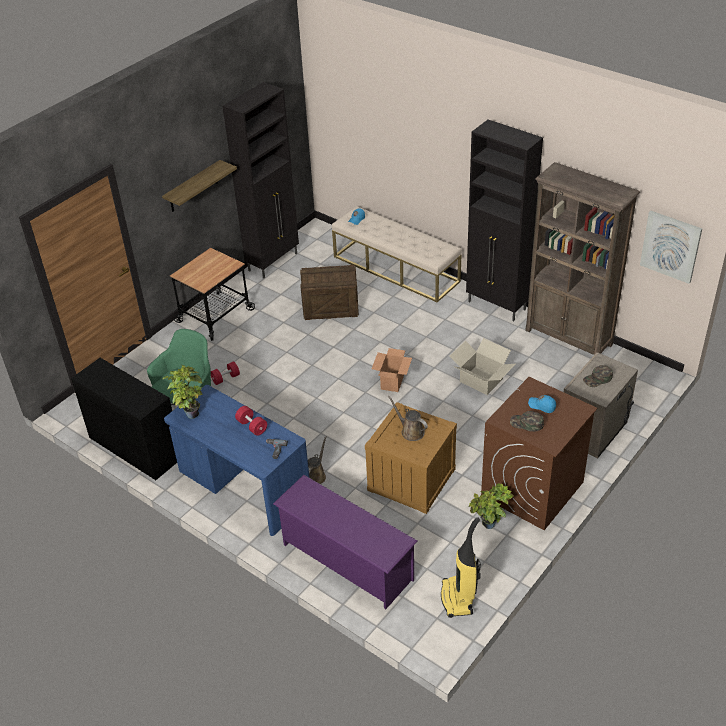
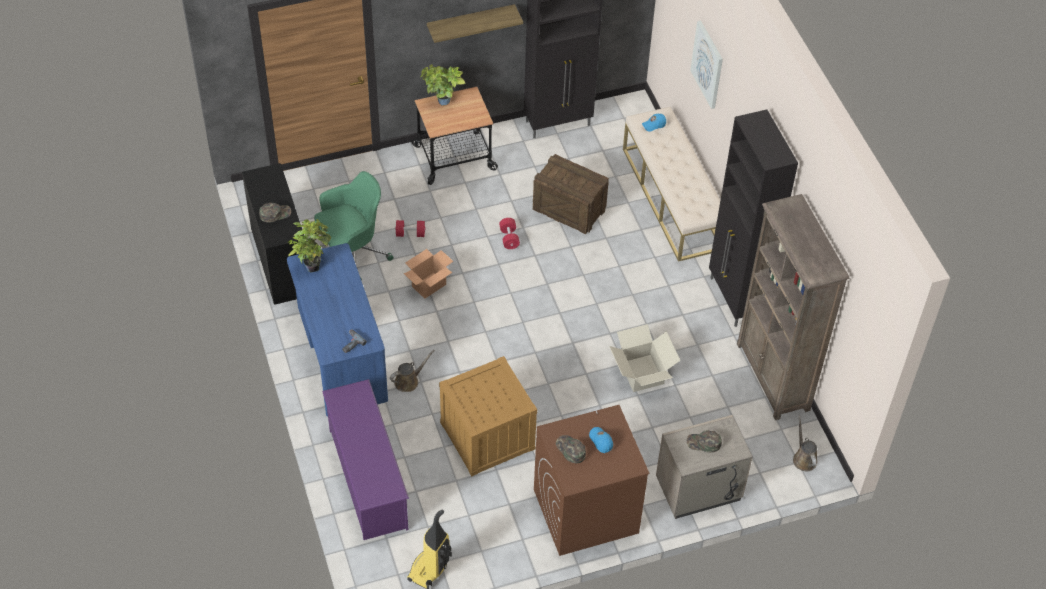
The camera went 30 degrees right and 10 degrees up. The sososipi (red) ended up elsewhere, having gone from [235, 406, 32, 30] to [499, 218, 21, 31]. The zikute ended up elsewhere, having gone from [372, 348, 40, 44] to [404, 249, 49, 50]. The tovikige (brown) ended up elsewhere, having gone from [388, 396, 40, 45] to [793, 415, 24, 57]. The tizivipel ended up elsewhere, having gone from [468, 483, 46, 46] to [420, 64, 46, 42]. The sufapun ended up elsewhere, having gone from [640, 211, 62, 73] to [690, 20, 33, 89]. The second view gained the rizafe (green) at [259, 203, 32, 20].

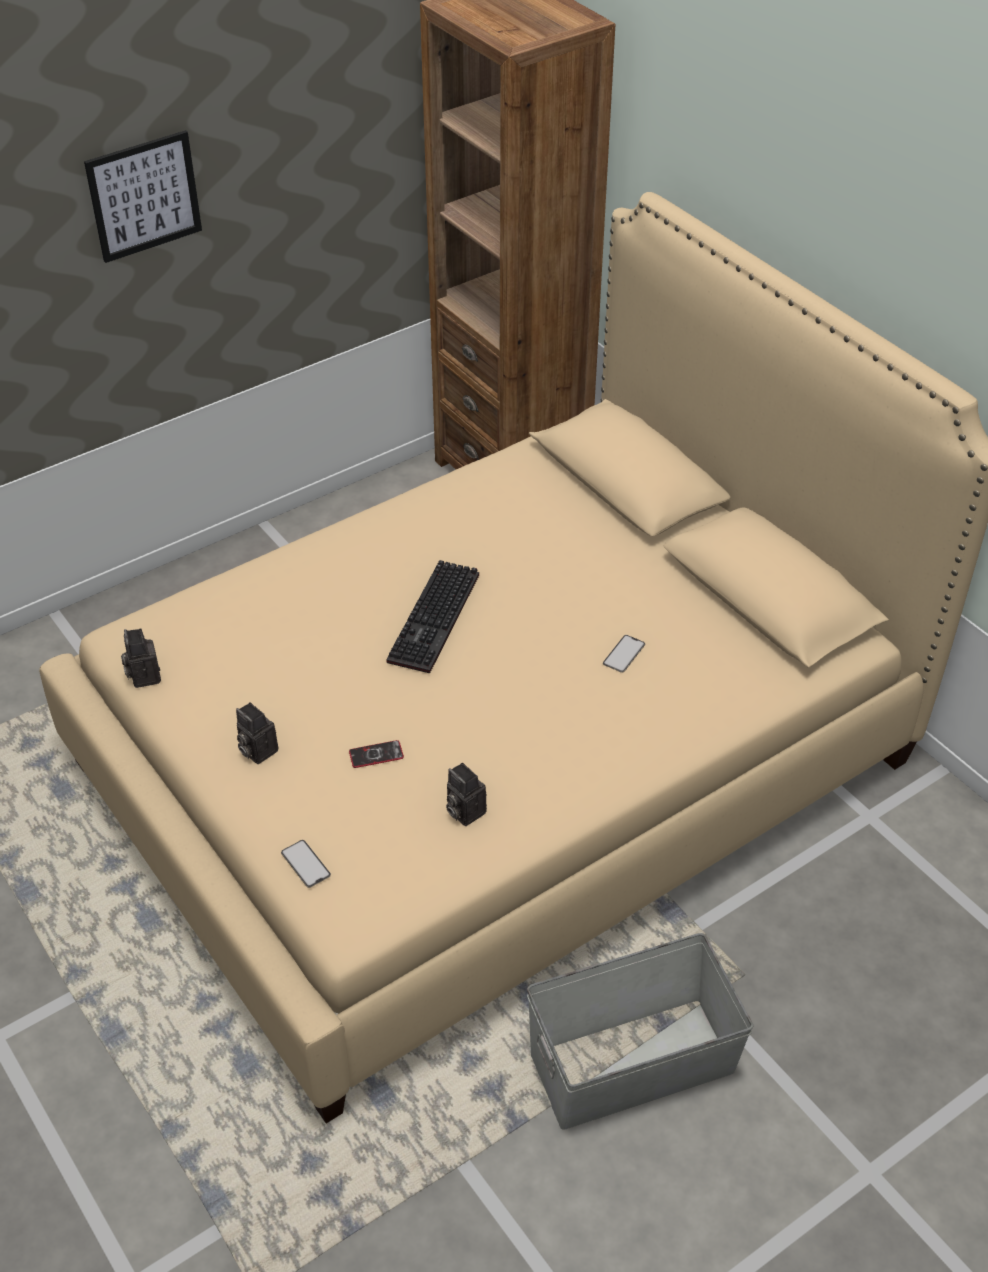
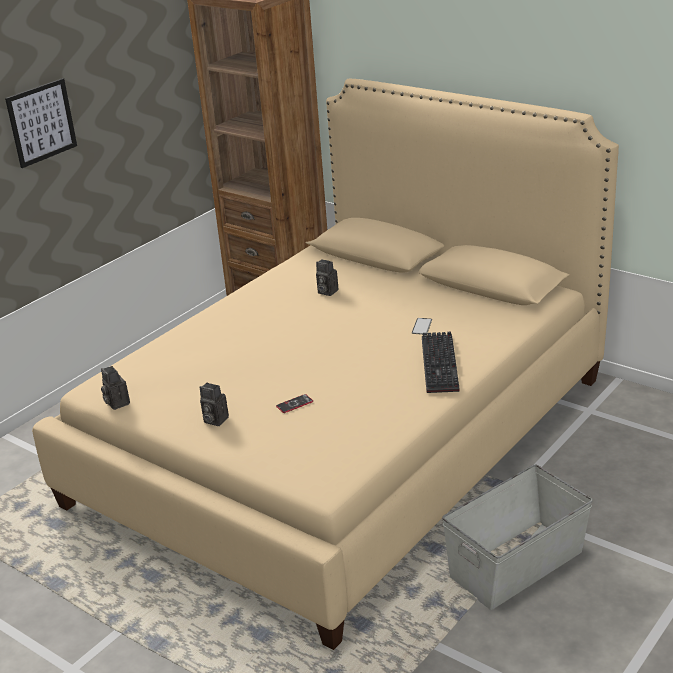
The camera went 15 degrees left and 15 degrees down. The second view lost the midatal at [281, 840, 50, 48]. The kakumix ended up elsewhere, having gone from [386, 560, 93, 113] to [422, 331, 38, 62]. The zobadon ended up elsewhere, having gone from [446, 763, 41, 63] to [316, 259, 22, 37].

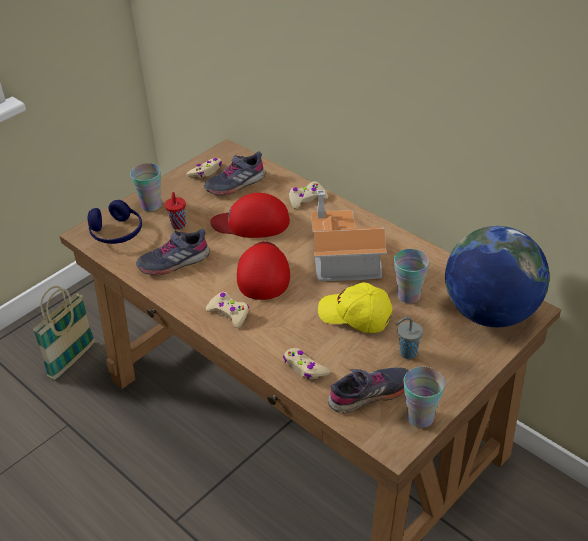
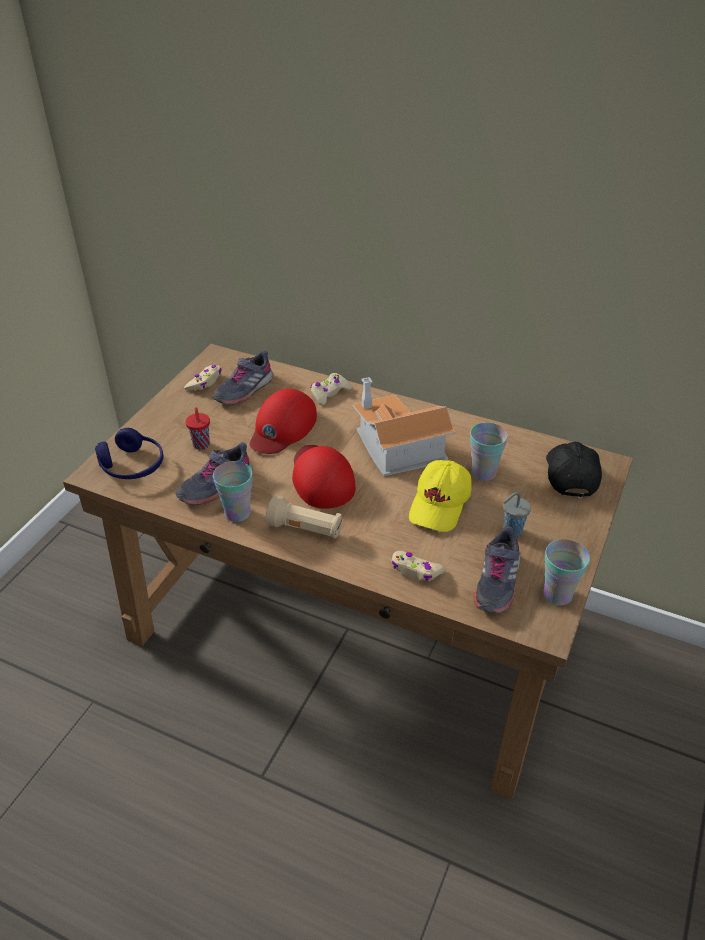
The camera went 20 degrees left and 0 degrees up. The second view lost the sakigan at [33, 286, 62, 94]. The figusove ended up elsewhere, having gone from [130, 163, 32, 48] to [213, 461, 40, 61]. Where the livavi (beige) stood at [206, 292, 43, 36], the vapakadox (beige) came to stand at [266, 496, 76, 42]. The rizafe (red) at [210, 193, 80, 45] ended up facing another way, 45 degrees counterclockwise from before. The rizafe (yellow) at [318, 282, 75, 51] ended up facing another way, 75 degrees counterclockwise from before. The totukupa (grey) at [328, 367, 81, 46] ended up facing another way, 150 degrees clockwise from before. Where the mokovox stood at [445, 226, 104, 101], the rizafe (black) came to stand at [546, 442, 56, 56].

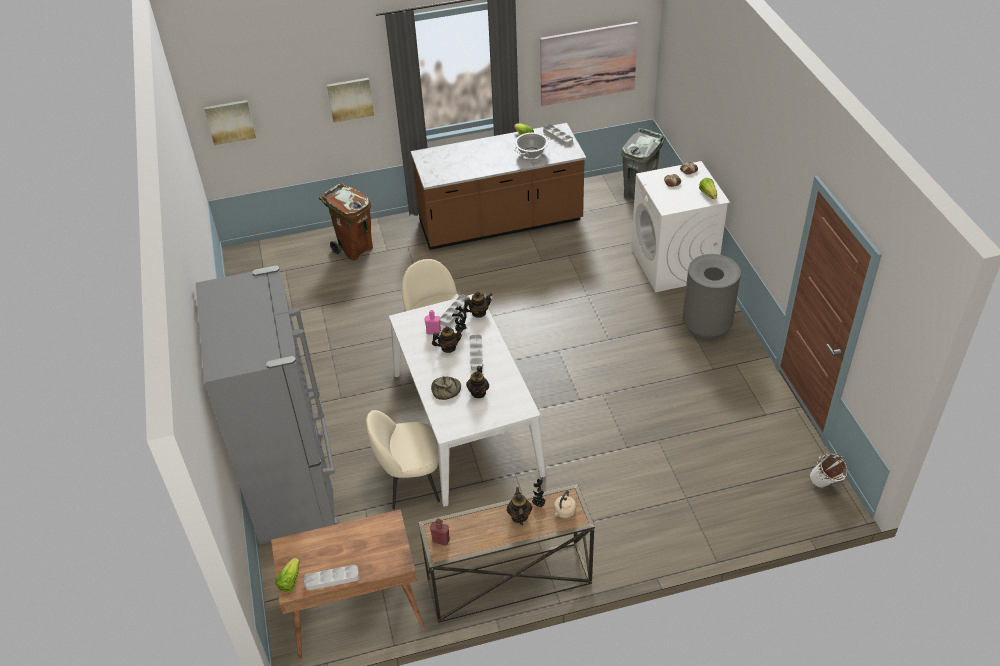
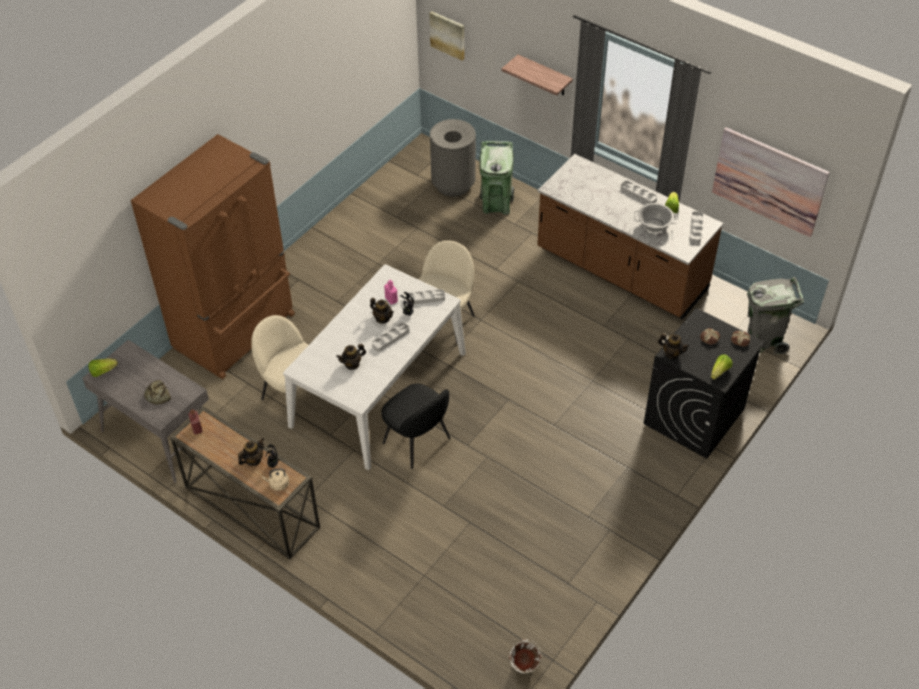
The camera went 50 degrees right and 5 degrees up. What was the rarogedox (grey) at [196, 265, 143, 280] turned into the rarogedox (brown) at [131, 134, 164, 245]. What was the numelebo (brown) at [271, 509, 154, 151] turned into the numelebo (grey) at [82, 340, 127, 143]. The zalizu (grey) ended up elsewhere, having gone from [304, 565, 55, 25] to [621, 181, 36, 23]. What was the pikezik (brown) at [319, 183, 54, 77] turned into the pikezik (green) at [479, 141, 35, 74]. Where the sufapun hung at [327, 78, 47, 45], the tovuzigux came to hang at [501, 55, 72, 41]. The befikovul ended up elsewhere, having gone from [431, 376, 30, 24] to [144, 380, 27, 24]. The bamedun ended up elsewhere, having gone from [463, 292, 30, 26] to [658, 333, 31, 26]. What was the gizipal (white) at [631, 161, 99, 131] turned into the gizipal (black) at [644, 308, 121, 151]. The pikezik (grey) ended up elsewhere, having gone from [683, 254, 58, 86] to [430, 119, 46, 78]. The second view gained the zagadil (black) at [381, 384, 69, 85].

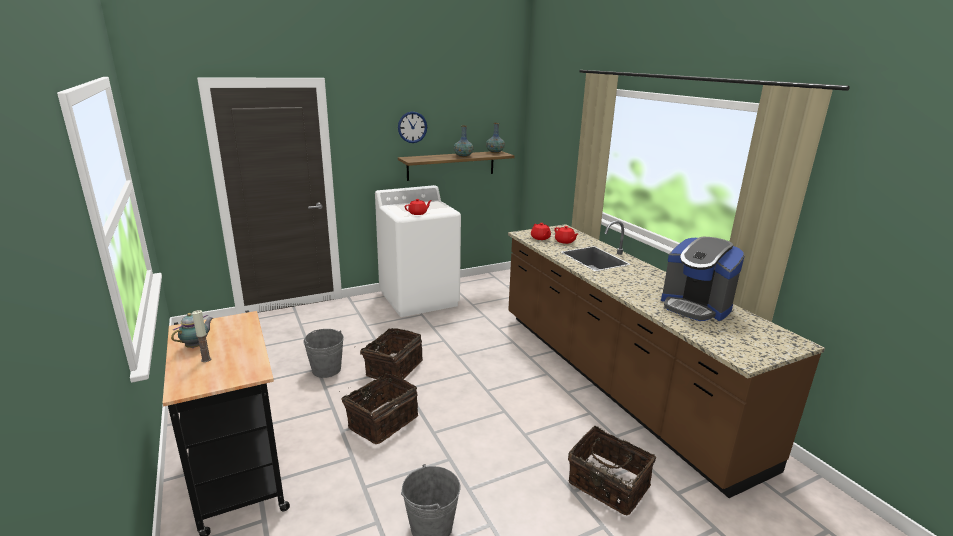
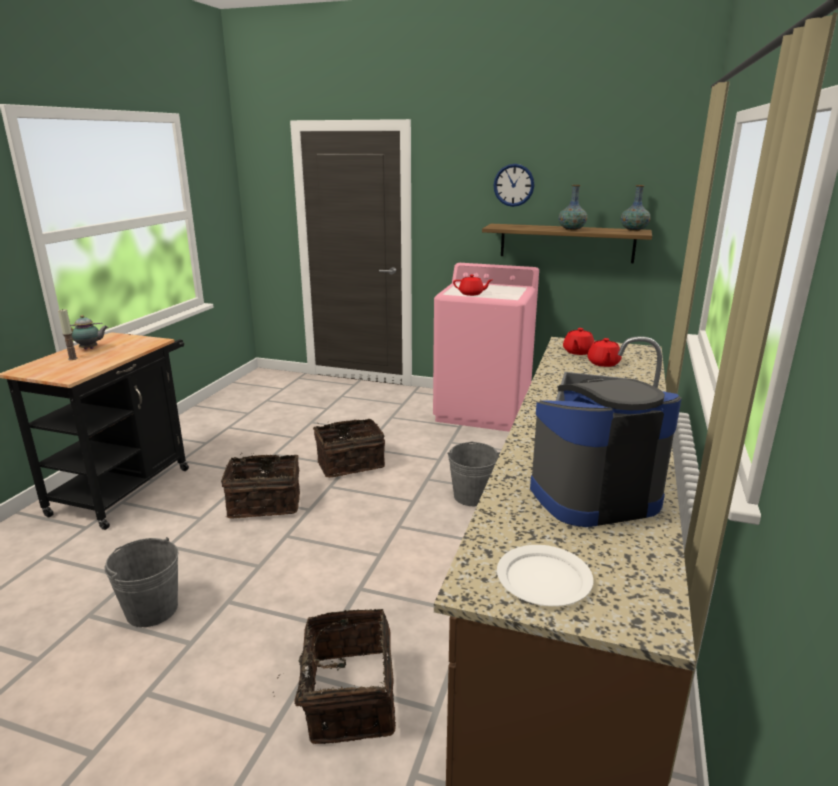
The camera went 45 degrees right and 0 degrees up. The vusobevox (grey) ended up elsewhere, having gone from [303, 329, 41, 49] to [447, 442, 53, 64]. What was the gizipal (white) at [375, 185, 86, 132] turned into the gizipal (pink) at [433, 263, 106, 169]. The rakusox at [661, 237, 84, 84] ended up facing another way, 75 degrees clockwise from before. The second view gained the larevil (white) at [497, 545, 96, 61].

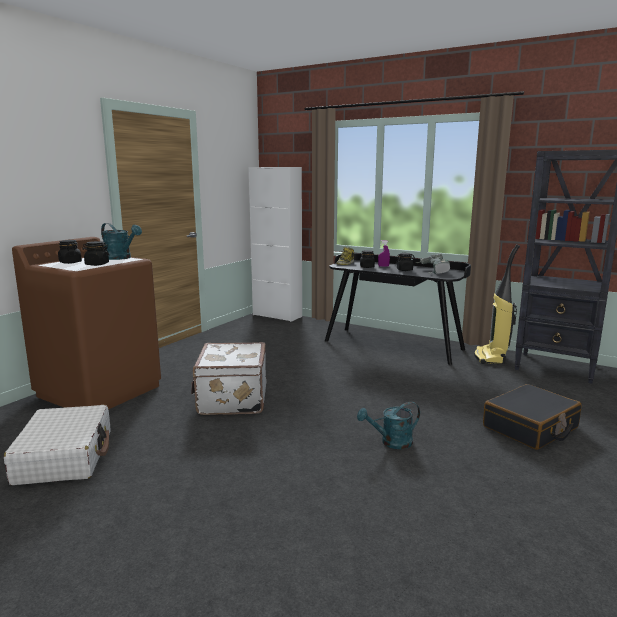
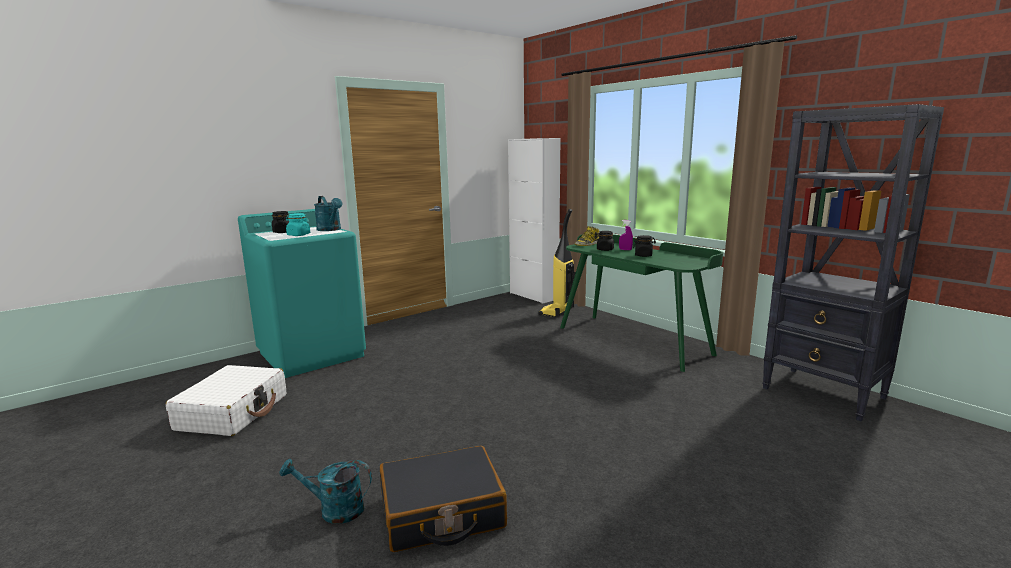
The camera went 20 degrees right and 0 degrees up. What was the gizipal (brown) at [12, 237, 149, 172] turned into the gizipal (turquoise) at [238, 209, 128, 169]. What was the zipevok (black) at [82, 241, 27, 25] turned into the zipevok (turquoise) at [286, 213, 24, 23]. The second view lost the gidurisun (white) at [191, 342, 75, 73]. What was the numelebo (black) at [325, 253, 146, 112] turned into the numelebo (green) at [560, 234, 163, 138]. The tovikige (turquoise) ended up elsewhere, having gone from [357, 402, 63, 47] to [279, 458, 93, 66]. The second view lost the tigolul at [416, 253, 34, 21]. The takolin ended up elsewhere, having gone from [474, 244, 46, 120] to [538, 209, 38, 108]. The gidurisun (black) ended up elsewhere, having gone from [483, 384, 98, 66] to [380, 446, 127, 106].

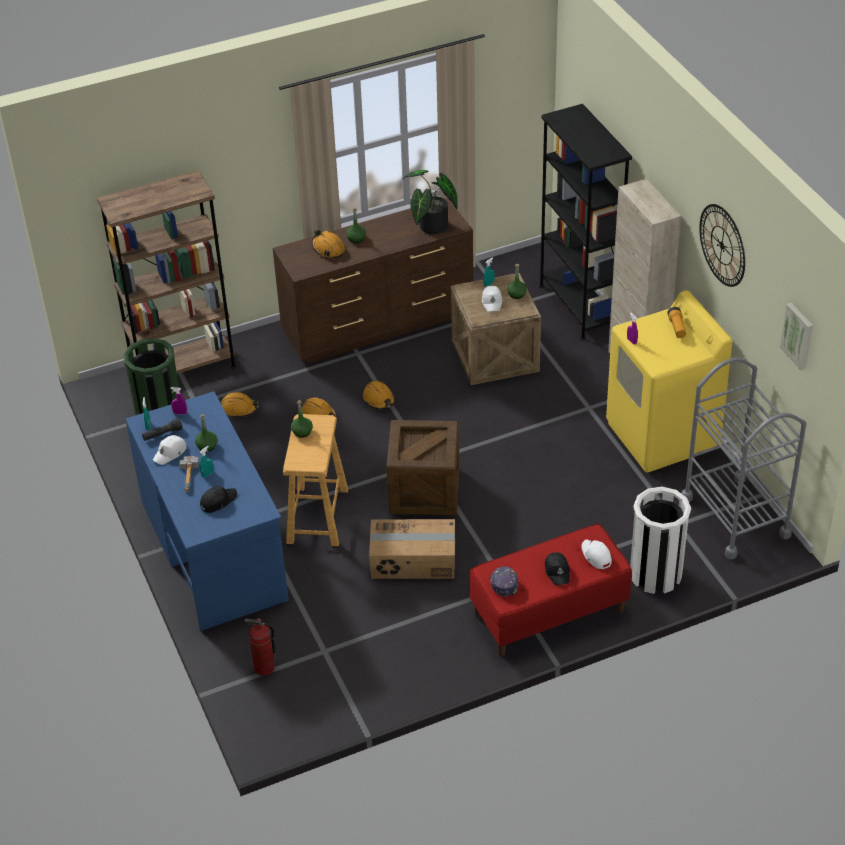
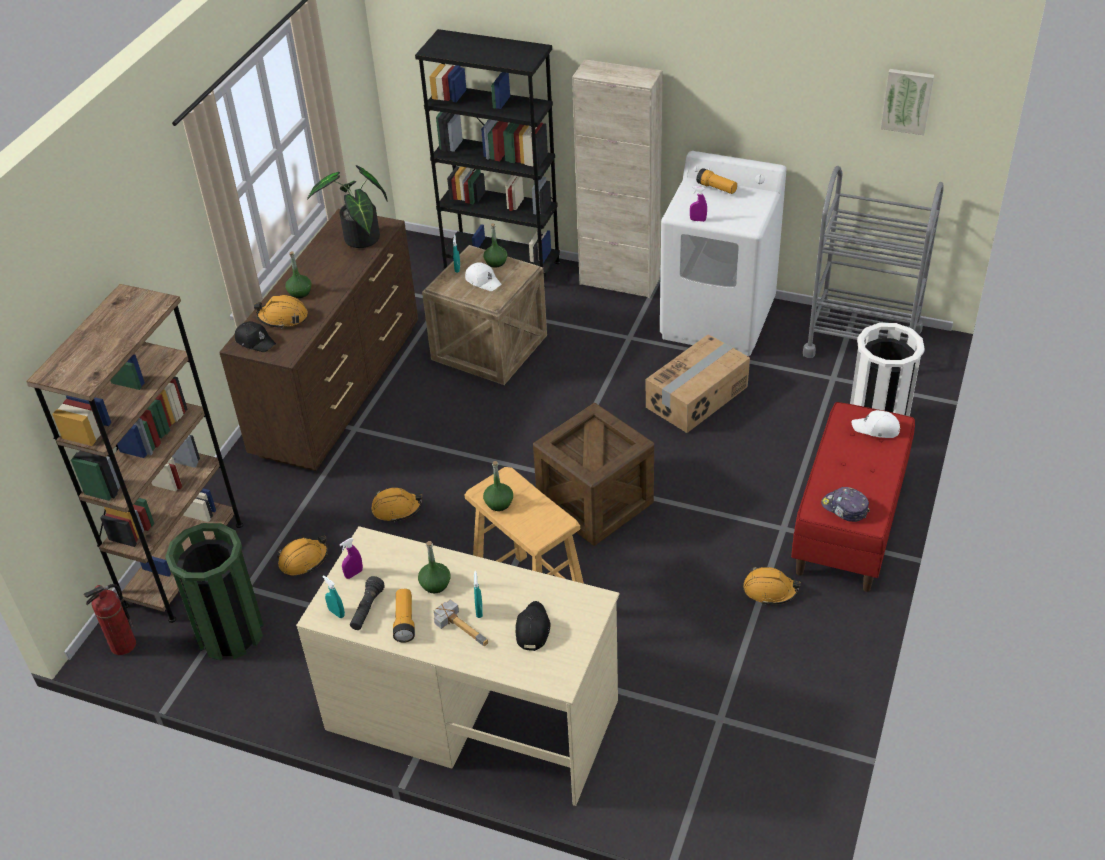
The camera went 45 degrees left and 0 degrees up. What was the numelebo (blue) at [125, 391, 164, 240] turned into the numelebo (beige) at [296, 526, 324, 280]. Where the rizafe (white) stood at [153, 435, 33, 30], the vapakadox came to stand at [393, 589, 22, 54]. The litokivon ended up elsewhere, having gone from [245, 618, 31, 58] to [83, 584, 53, 71]. The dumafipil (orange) ended up elsewhere, having gone from [363, 381, 32, 28] to [743, 567, 58, 38]. The zikute ended up elsewhere, having gone from [369, 519, 86, 60] to [646, 334, 104, 99]. The rizafe (black) ended up elsewhere, having gone from [545, 552, 25, 33] to [235, 321, 41, 31]. What was the gizipal (yellow) at [606, 290, 126, 182] turned into the gizipal (white) at [660, 151, 127, 205]. The second view lost the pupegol at [699, 204, 46, 83].

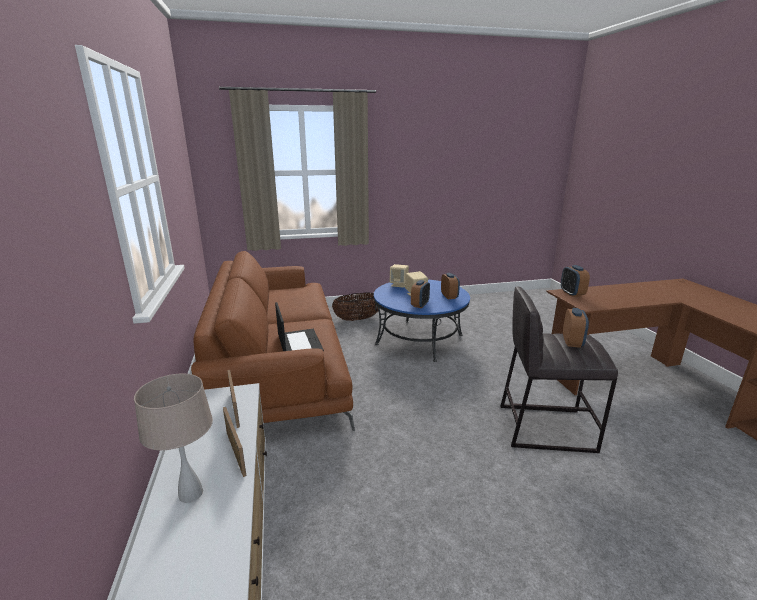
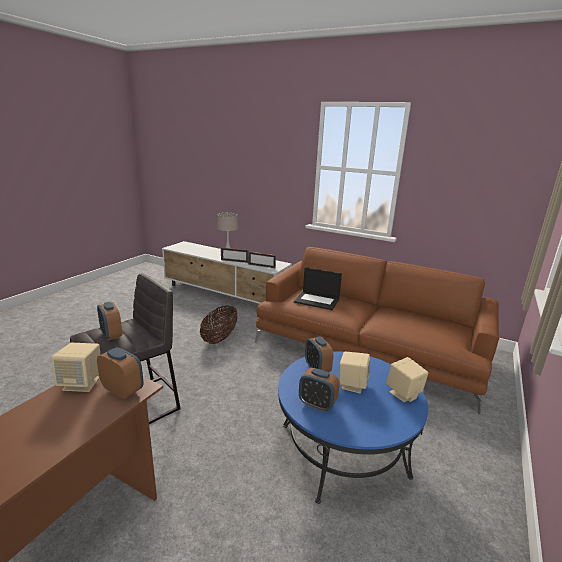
The camera went 130 degrees right and 0 degrees up. The sakigan ended up elsewhere, having gone from [332, 292, 48, 29] to [200, 305, 37, 39]. The second view gained the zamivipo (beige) at [51, 342, 50, 50].

